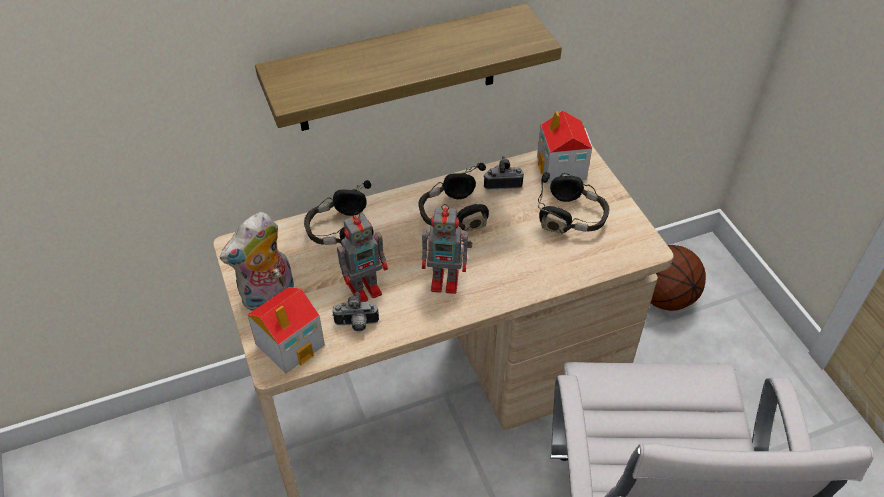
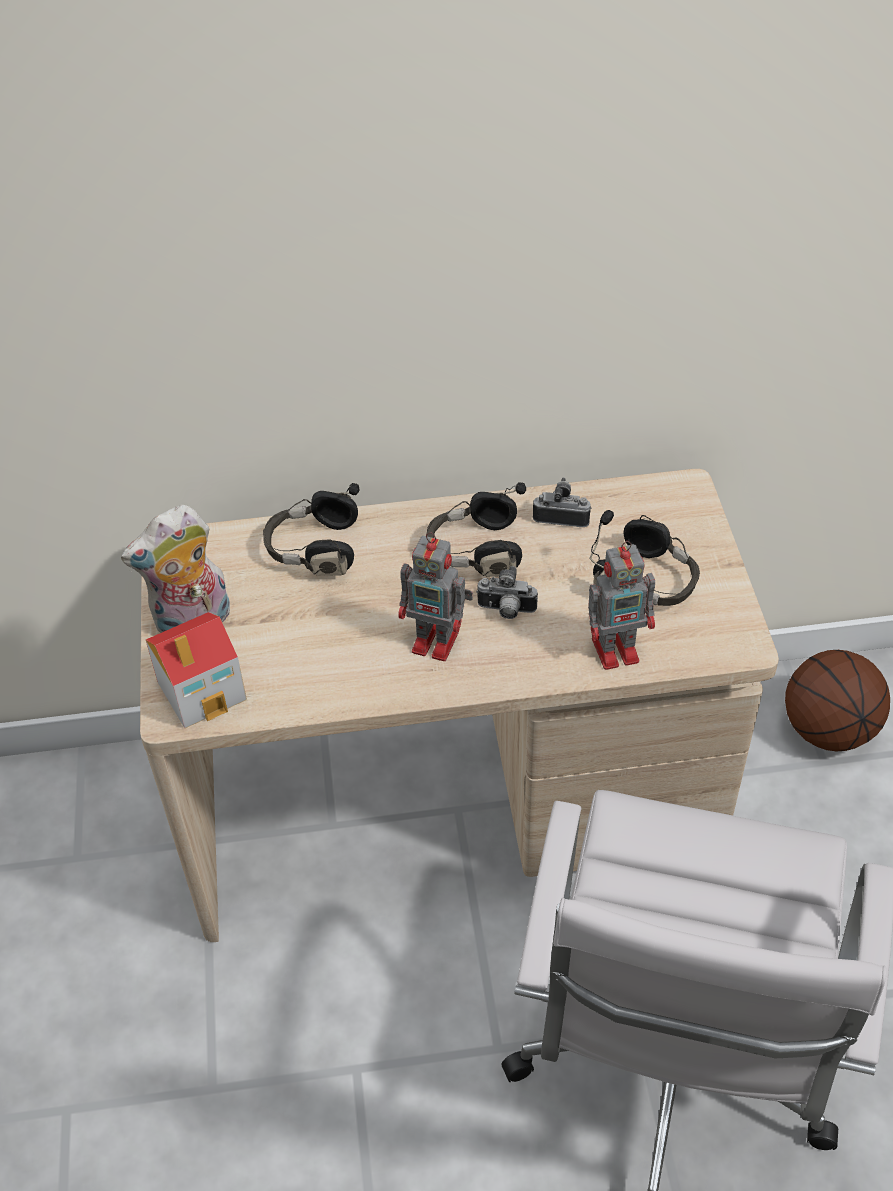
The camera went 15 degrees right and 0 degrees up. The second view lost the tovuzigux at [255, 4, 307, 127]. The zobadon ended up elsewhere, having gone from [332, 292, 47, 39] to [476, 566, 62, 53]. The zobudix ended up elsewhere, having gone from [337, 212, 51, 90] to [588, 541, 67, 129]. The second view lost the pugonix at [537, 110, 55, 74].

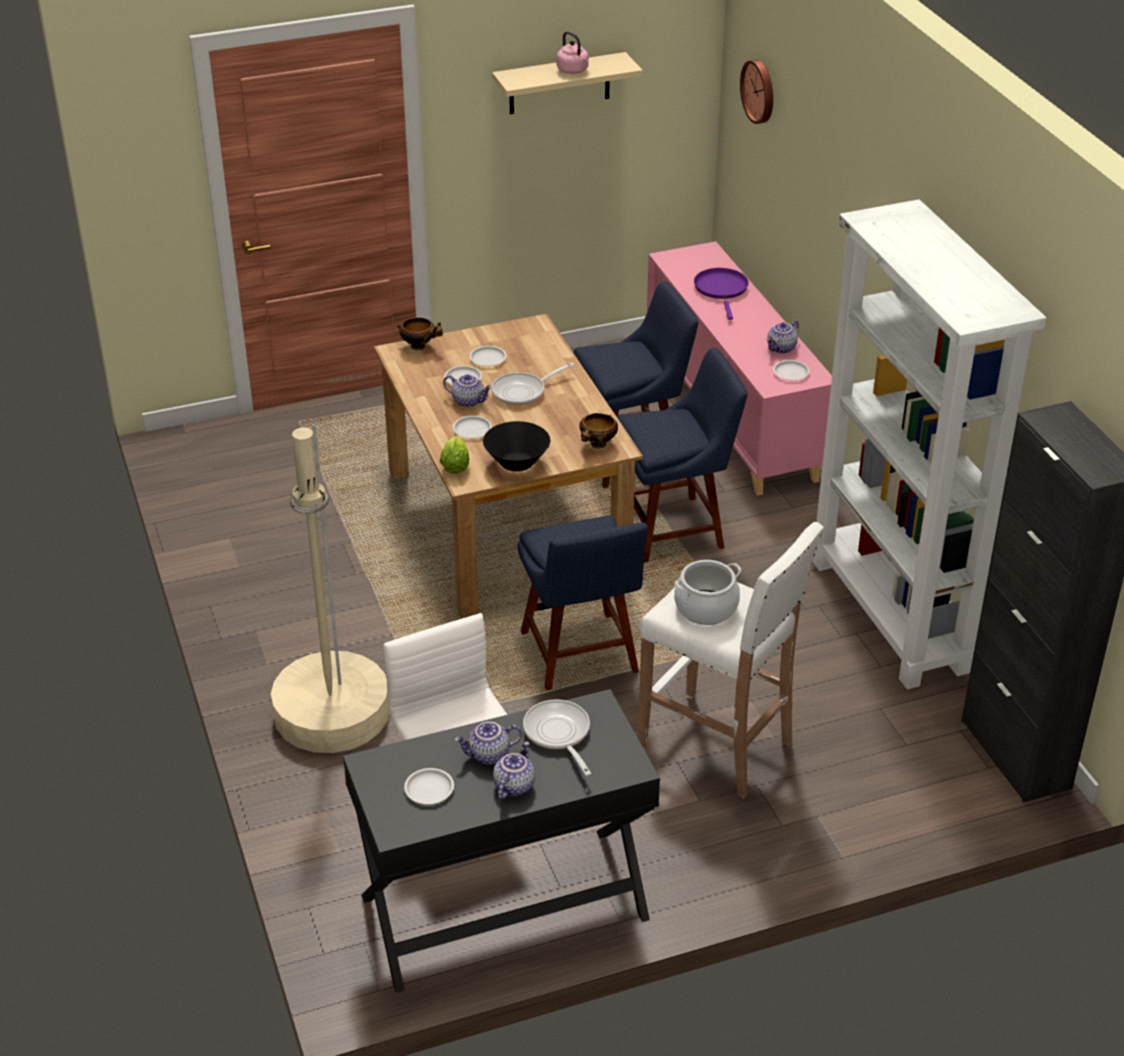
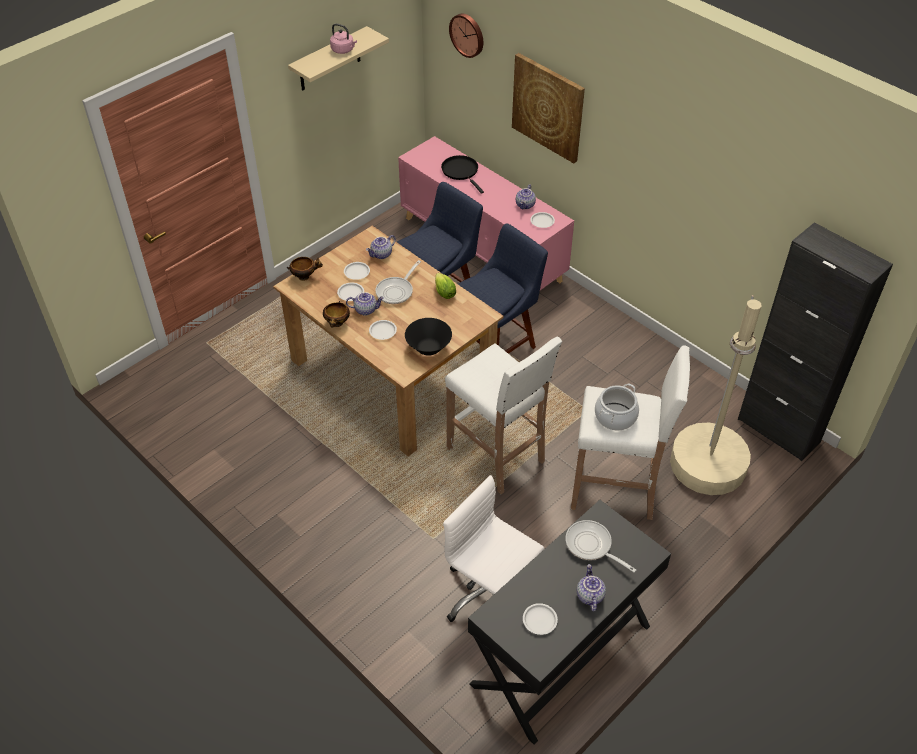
The camera went 25 degrees left and 10 degrees up. The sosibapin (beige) ended up elsewhere, having gone from [271, 424, 118, 329] to [670, 295, 92, 200]. The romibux ended up elsewhere, having gone from [440, 436, 29, 38] to [435, 273, 21, 26]. The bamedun ended up elsewhere, having gone from [454, 722, 68, 42] to [366, 235, 30, 24]. Where the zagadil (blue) stood at [517, 515, 131, 175], the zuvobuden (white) came to stand at [445, 337, 117, 157]. The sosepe ended up elsewhere, having gone from [579, 413, 39, 36] to [323, 301, 27, 26]. What was the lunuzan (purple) at [694, 268, 55, 52] turned into the lunuzan (black) at [441, 155, 43, 39]. The second view lost the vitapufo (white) at [813, 199, 234, 490]. The second view gained the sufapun at [512, 53, 73, 110].

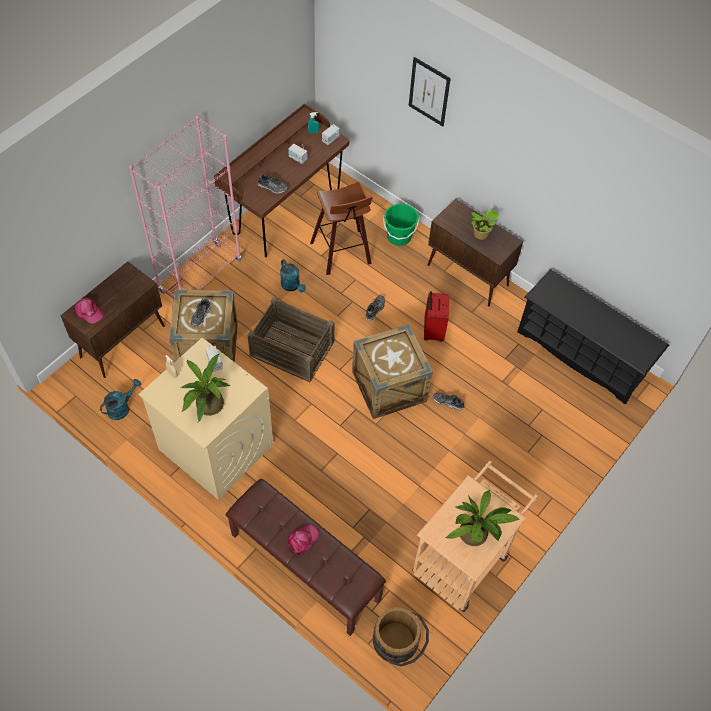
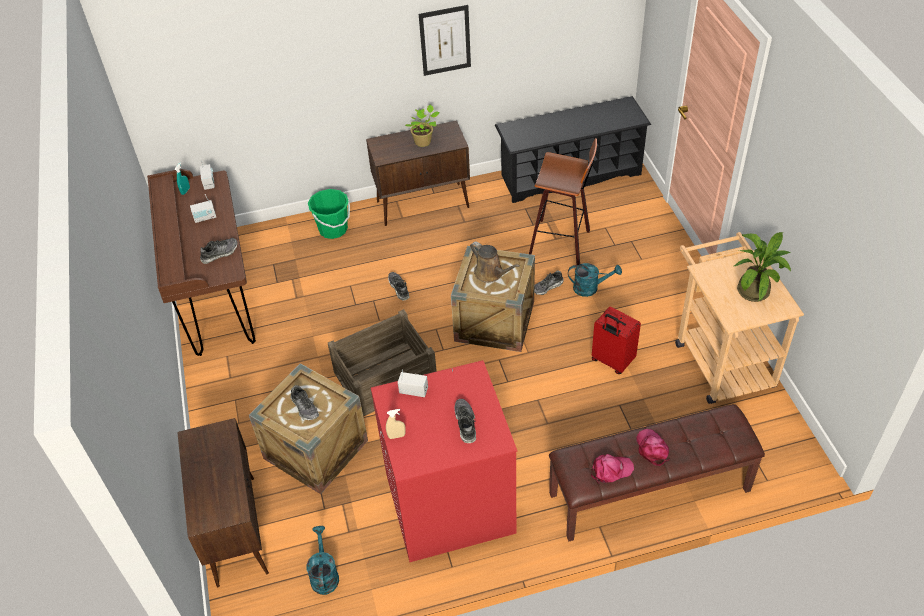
The camera went 50 degrees left and 10 degrees down. The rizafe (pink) ended up elsewhere, having gone from [73, 298, 31, 26] to [591, 454, 43, 30]. The second view lost the vitapufo (pink) at [129, 116, 112, 180]. What was the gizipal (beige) at [138, 338, 135, 162] turned into the gizipal (red) at [371, 360, 146, 202]. Where the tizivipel stood at [181, 354, 49, 68], the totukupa came to stand at [455, 399, 21, 44]. The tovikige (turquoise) ended up elsewhere, having gone from [280, 259, 26, 33] to [568, 263, 54, 34]. The zuvobuden ended up elsewhere, having gone from [310, 182, 63, 93] to [529, 138, 68, 127]. The second view lost the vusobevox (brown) at [373, 607, 56, 60]. The sufapun ended up elsewhere, having gone from [409, 57, 42, 70] to [419, 5, 52, 71]. The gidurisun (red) ended up elsewhere, having gone from [424, 291, 25, 51] to [592, 307, 49, 67]. The second view gained the tovikige (brown) at [470, 241, 50, 42].

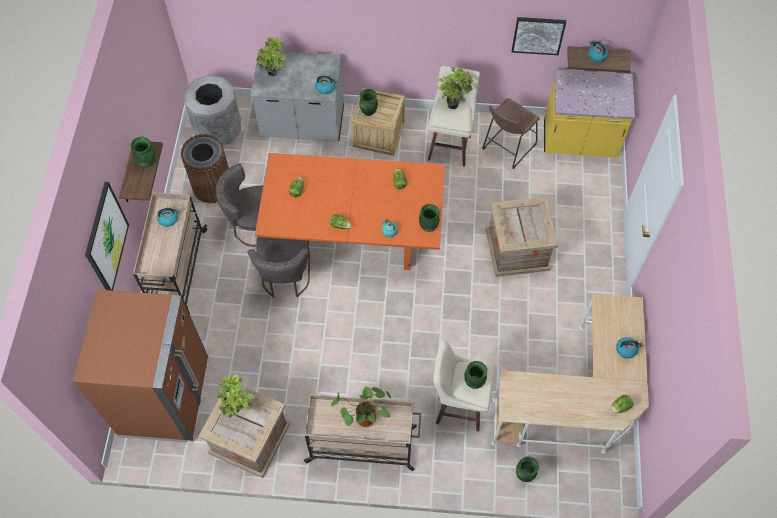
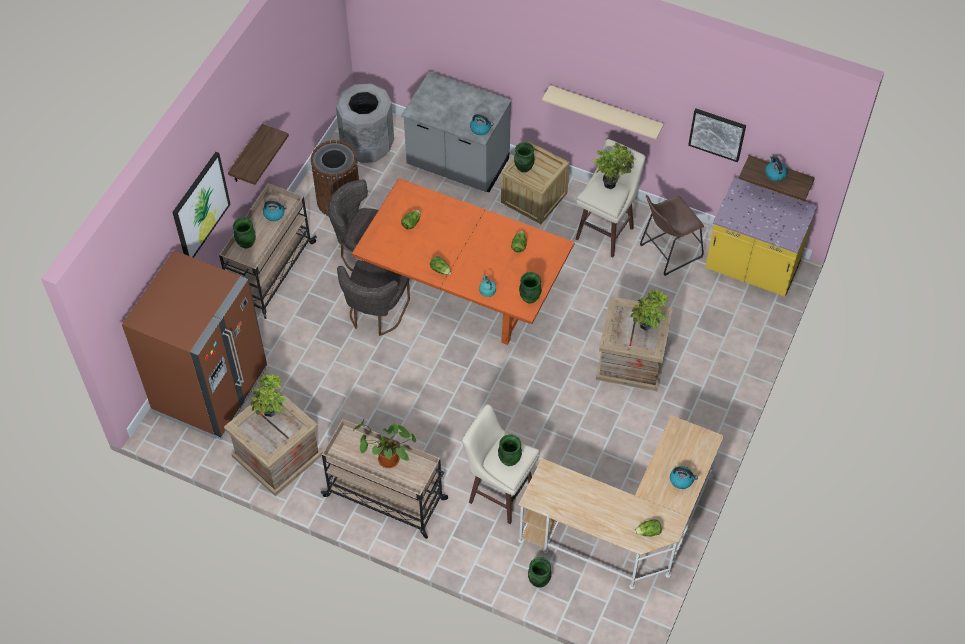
The camera went 20 degrees right and 5 degrees down. The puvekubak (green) ended up elsewhere, having gone from [131, 137, 25, 30] to [233, 217, 23, 32]. The tizivipel ended up elsewhere, having gone from [256, 37, 30, 39] to [630, 289, 38, 42]. The second view gained the tovuzigux (beige) at [542, 85, 122, 55].

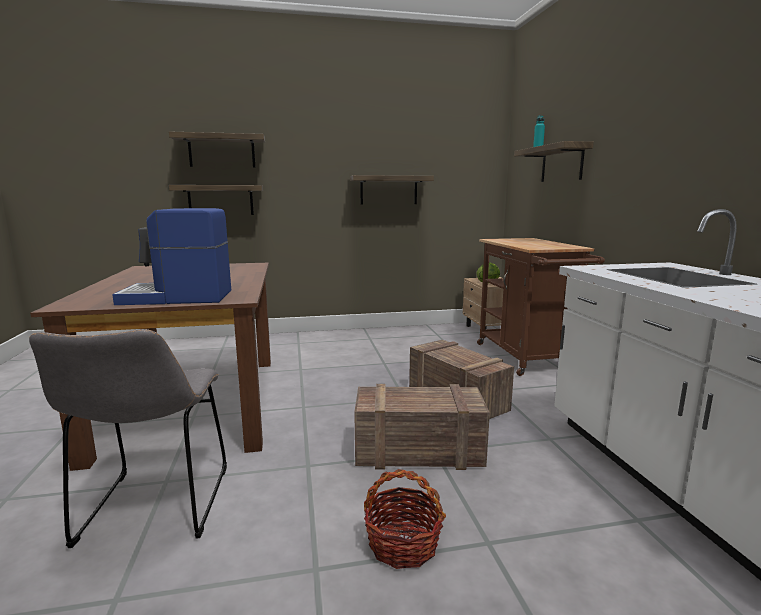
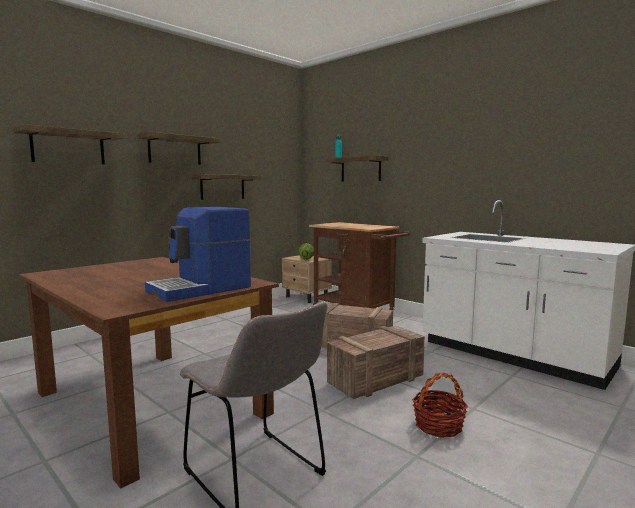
The camera went 35 degrees left and 5 degrees down. The tovuzigux ended up elsewhere, having gone from [169, 185, 94, 30] to [137, 131, 83, 34].

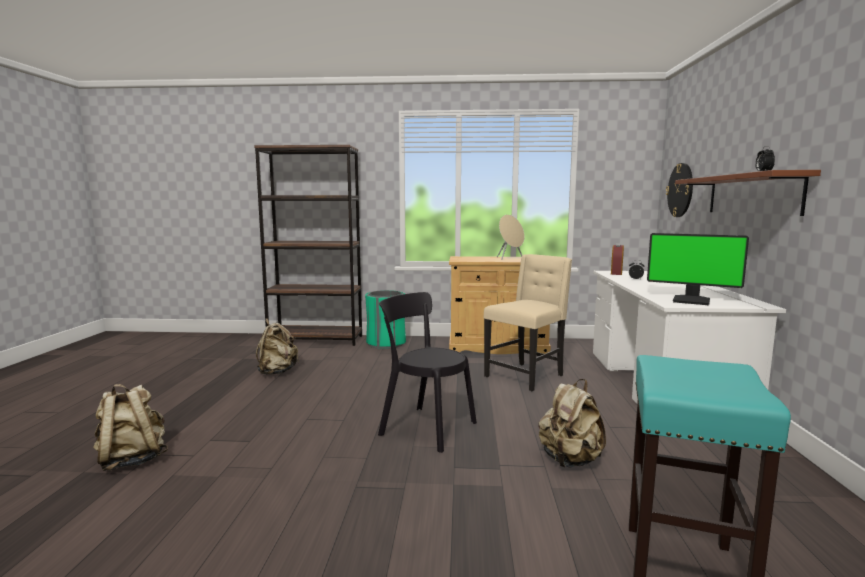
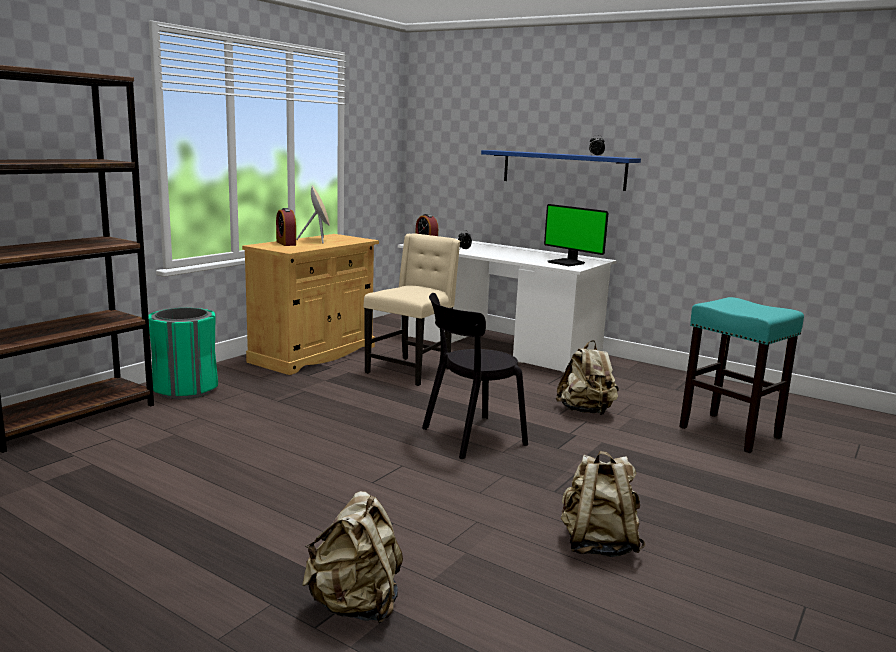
The camera went 60 degrees left and 5 degrees up. The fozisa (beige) ended up elsewhere, having gone from [256, 318, 43, 57] to [561, 451, 84, 106]. The zagadil (beige) at [484, 254, 88, 137] ended up facing another way, 45 degrees clockwise from before. The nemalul at [647, 233, 102, 72] ended up facing another way, 75 degrees clockwise from before. The second view lost the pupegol at [666, 163, 27, 54]. What was the tovuzigux (brown) at [675, 170, 146, 46] turned into the tovuzigux (blue) at [481, 150, 160, 41]. The second view gained the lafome at [276, 208, 20, 38].

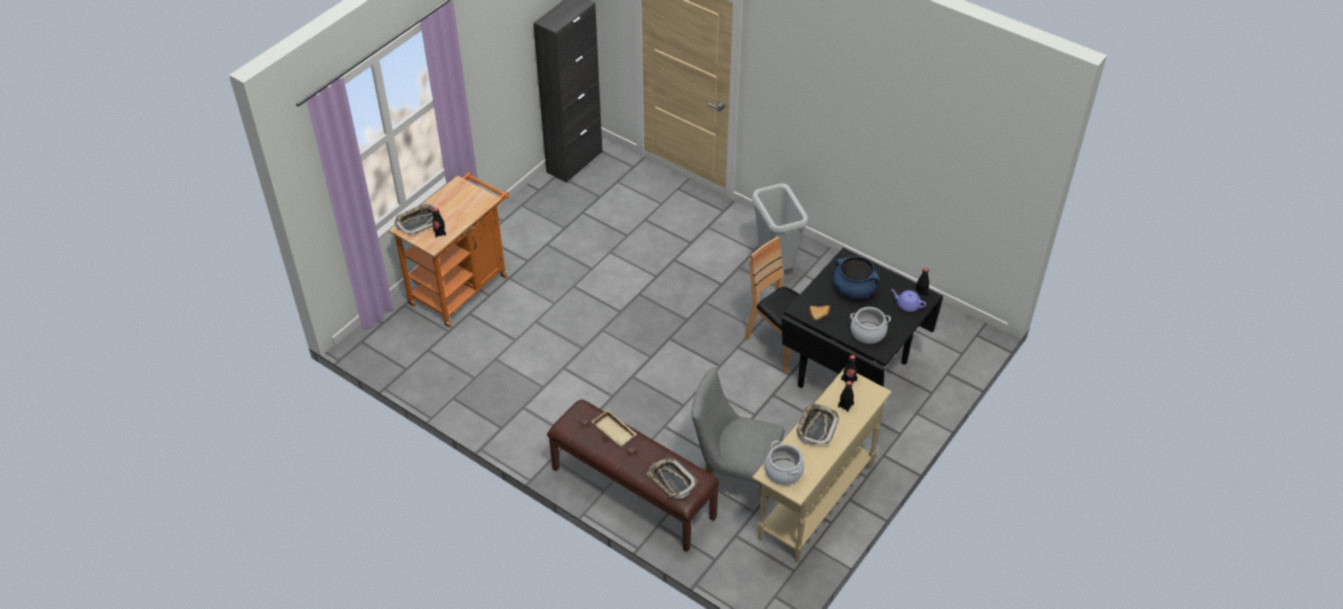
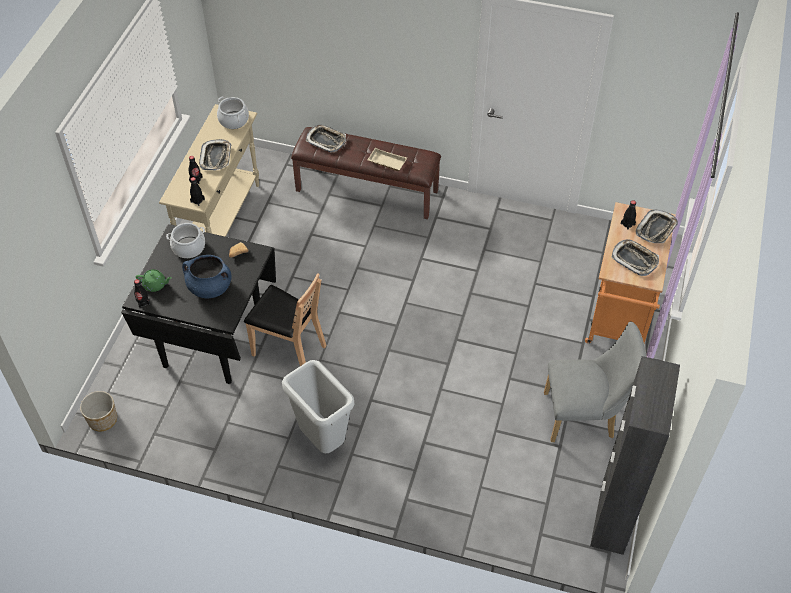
The camera went 160 degrees right and 5 degrees up. The zagadil (grey) ended up elsewhere, having gone from [691, 368, 93, 129] to [544, 321, 103, 121]. What was the bamedun (purple) at [891, 289, 35, 23] turned into the bamedun (green) at [136, 269, 36, 23]. The second view gained the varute at [80, 391, 37, 40]. The second view gained the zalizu at [611, 240, 48, 36].

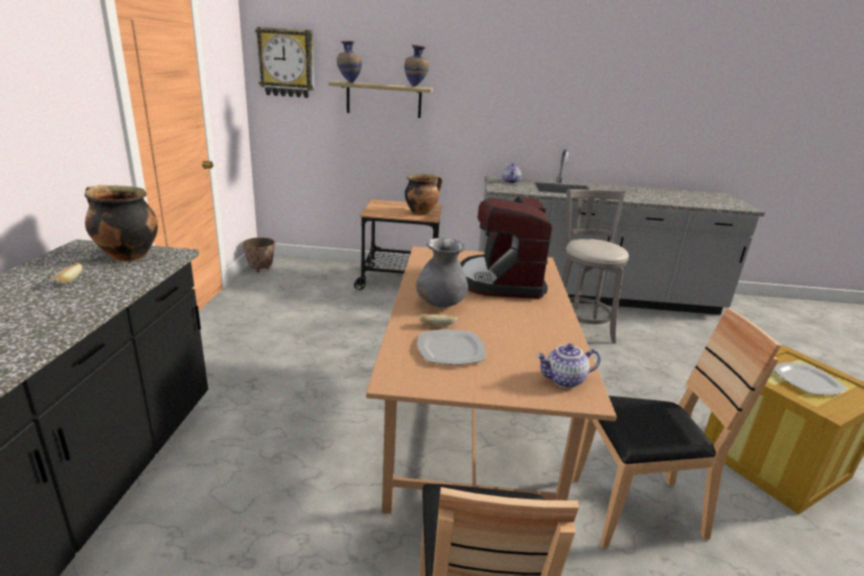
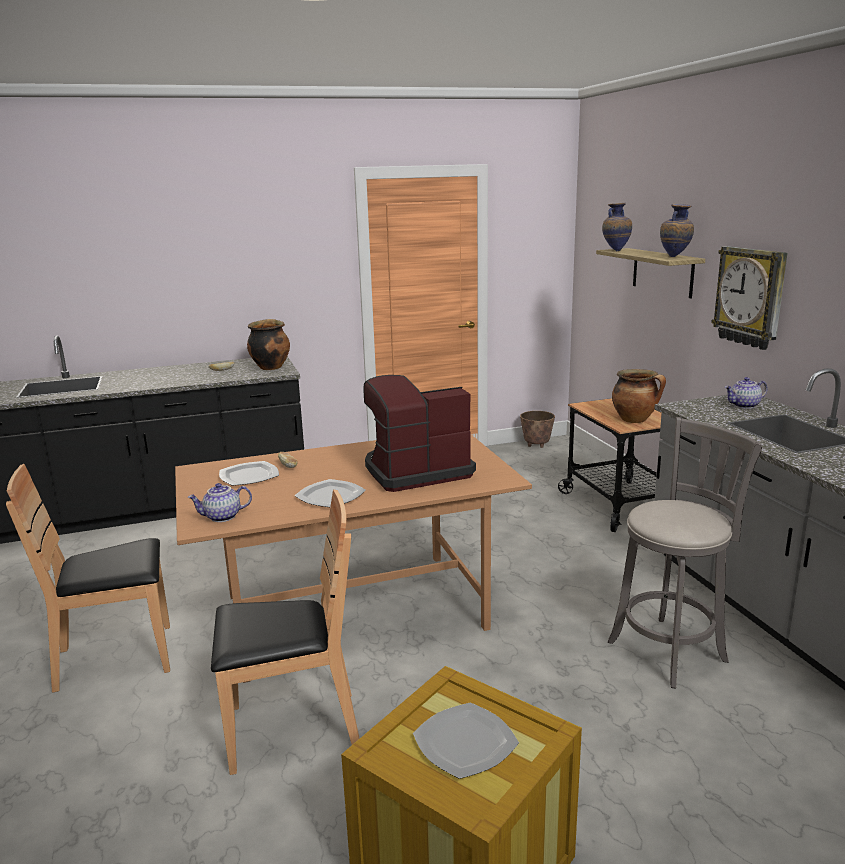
The camera went 70 degrees right and 5 degrees down. The pupegol ended up elsewhere, having gone from [255, 27, 59, 71] to [711, 246, 76, 104]. The second view lost the puvekubak (grey) at [416, 237, 52, 71]. The bamedun at [536, 344, 64, 44] ended up facing another way, 75 degrees counterclockwise from before. The zagadil (brown) at [572, 308, 209, 240] ended up facing another way, 75 degrees counterclockwise from before. The second view gained the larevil at [295, 479, 71, 28].

